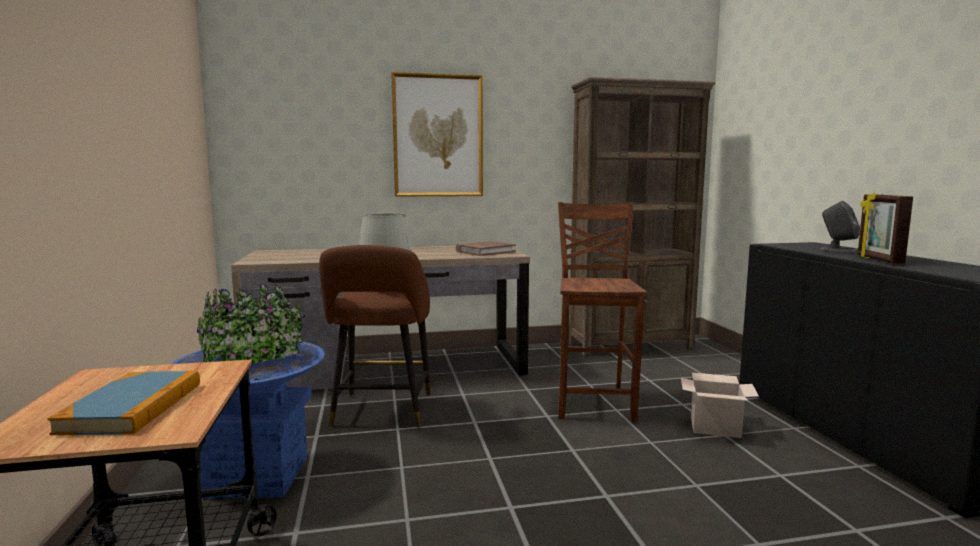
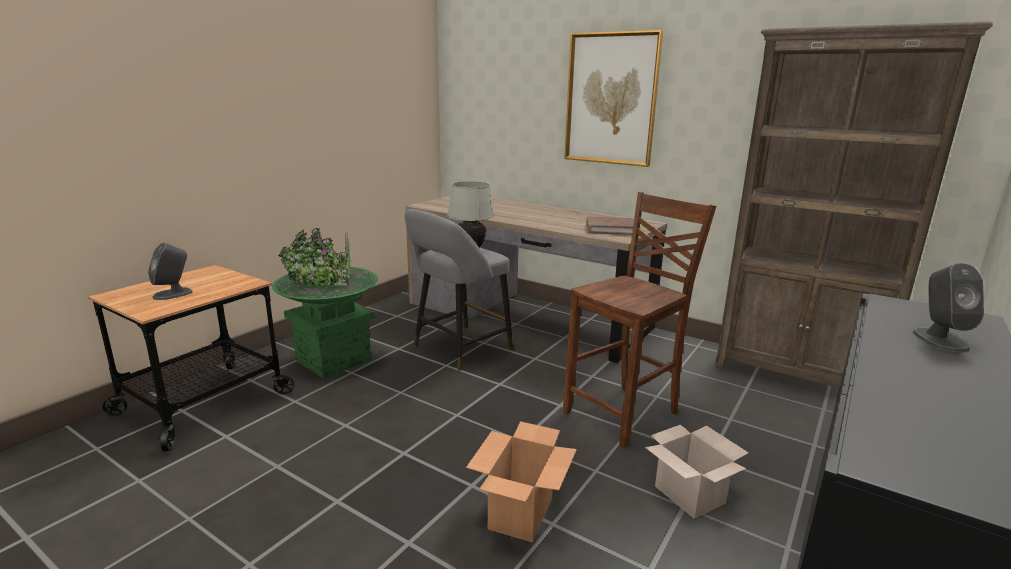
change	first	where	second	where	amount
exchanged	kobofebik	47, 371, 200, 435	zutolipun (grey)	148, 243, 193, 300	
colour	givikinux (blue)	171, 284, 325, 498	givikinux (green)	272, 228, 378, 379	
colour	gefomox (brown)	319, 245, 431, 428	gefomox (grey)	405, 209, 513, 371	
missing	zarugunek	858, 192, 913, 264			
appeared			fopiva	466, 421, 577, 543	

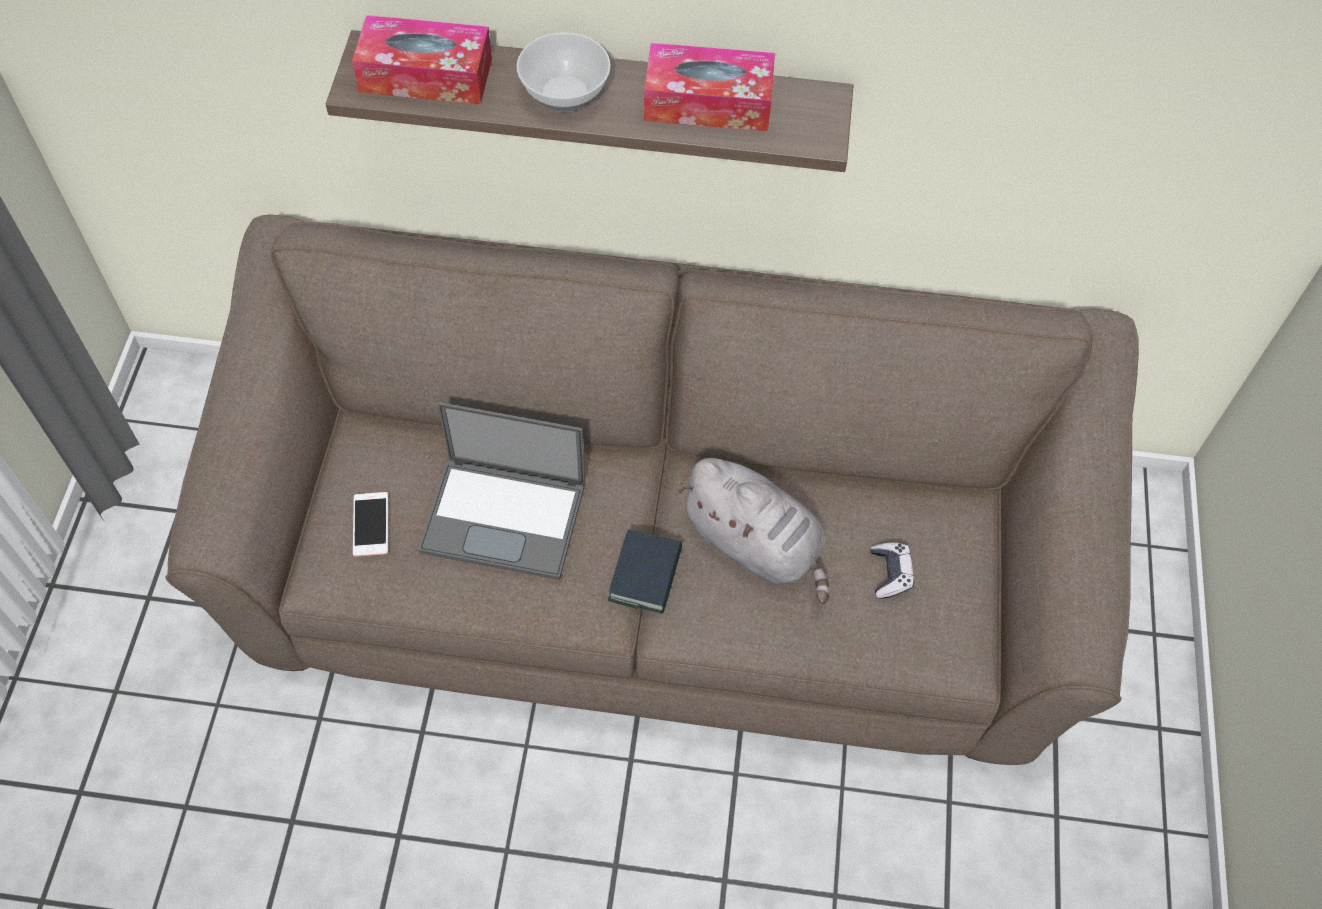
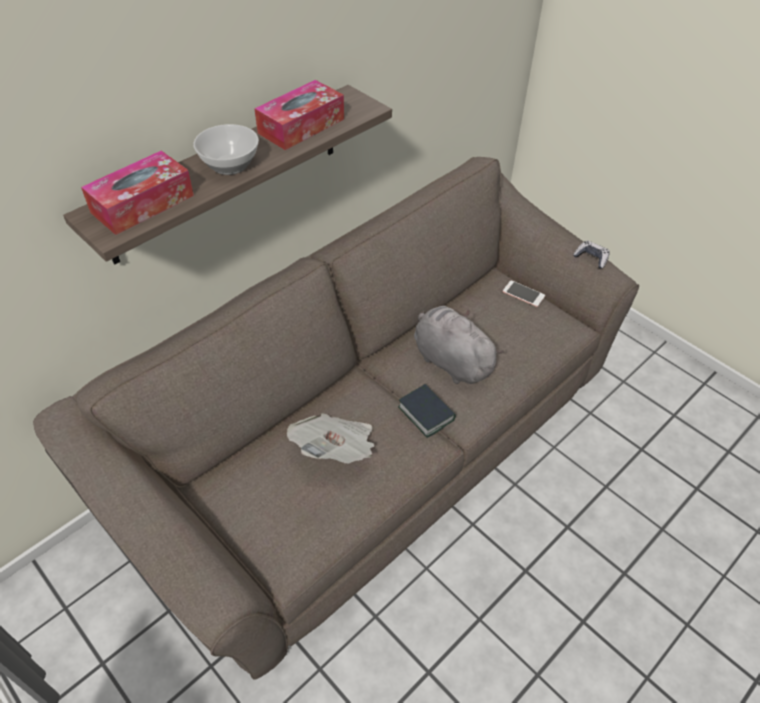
change	first	where	second	where	amount
relocated	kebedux	353, 492, 388, 557		503, 280, 545, 307	
exchanged	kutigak	418, 402, 585, 580	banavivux	287, 413, 375, 463	
spun	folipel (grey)	679, 458, 829, 604		414, 306, 504, 384	120 degrees counterclockwise
relocated	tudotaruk	870, 543, 914, 598		573, 241, 610, 269	

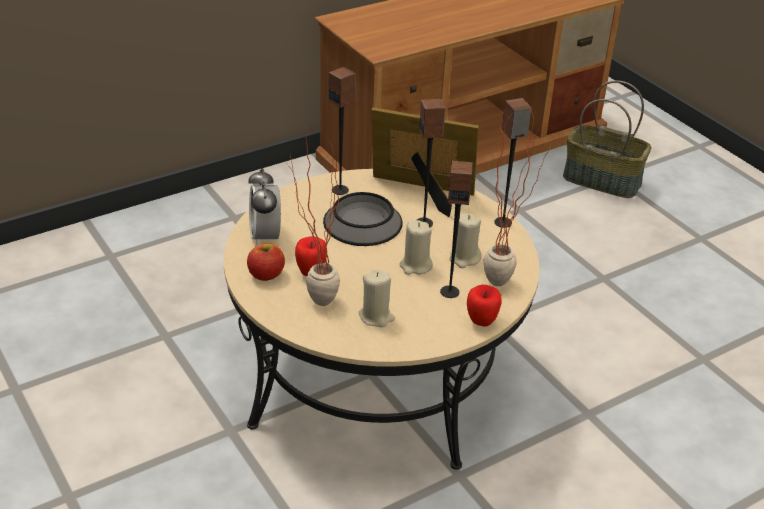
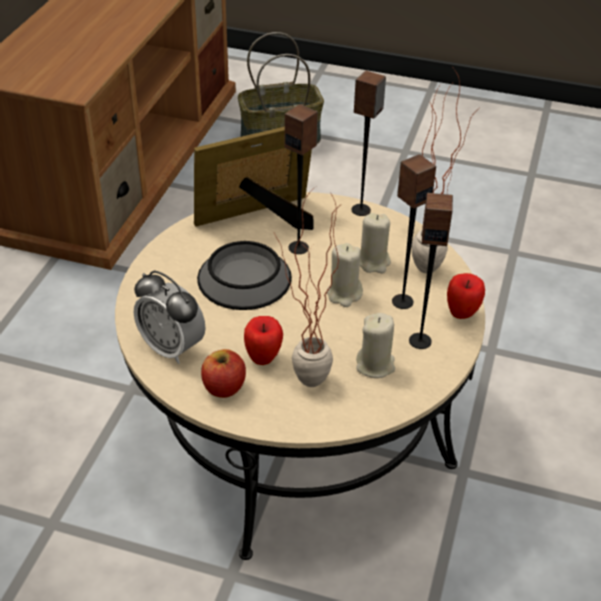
change	first	where	second	where	amount
relocated	zutolipun	329, 67, 356, 195		409, 193, 453, 349	

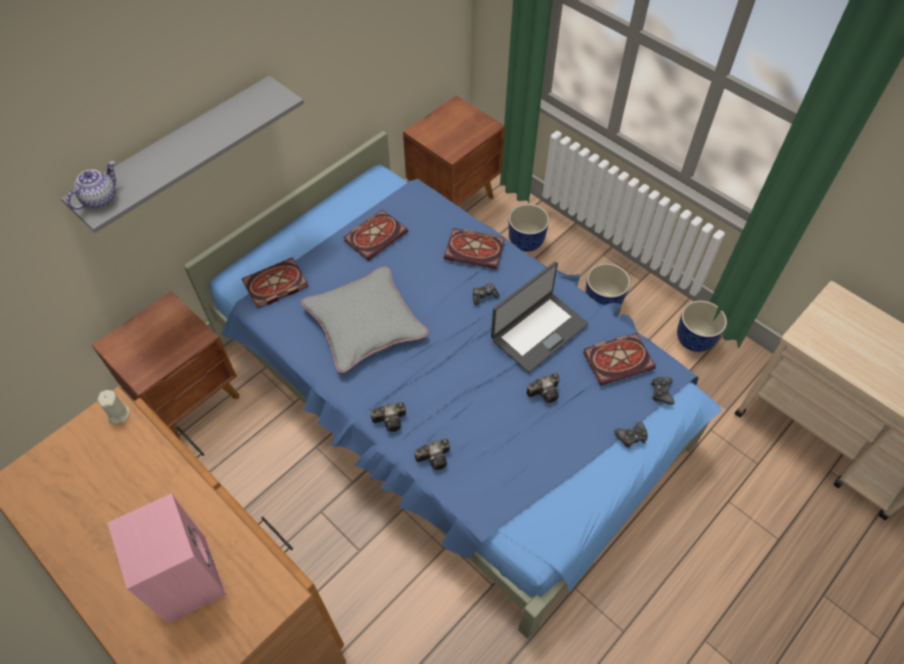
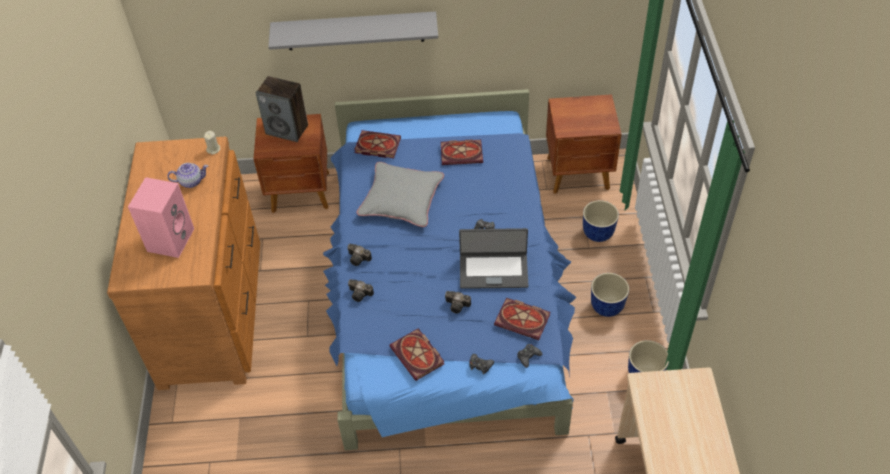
change	first	where	second	where	amount
relocated	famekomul	66, 161, 116, 210		167, 163, 208, 188	
relocated	kobofebik	444, 228, 505, 269		389, 328, 444, 381	
appeared			zutolipun	256, 76, 308, 142	

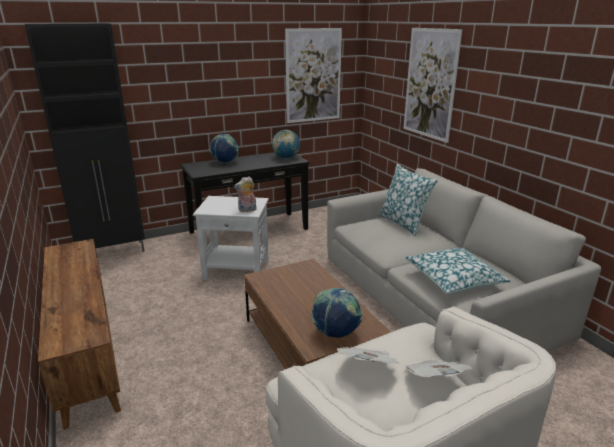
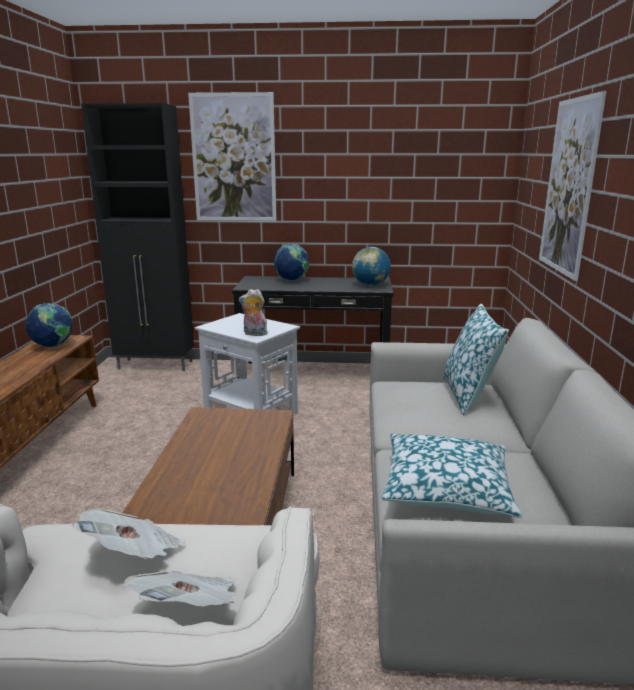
change	first	where	second	where	amount
relocated	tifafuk	285, 28, 342, 123		188, 92, 277, 221	
relocated	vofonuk	312, 288, 363, 338		25, 303, 73, 348	

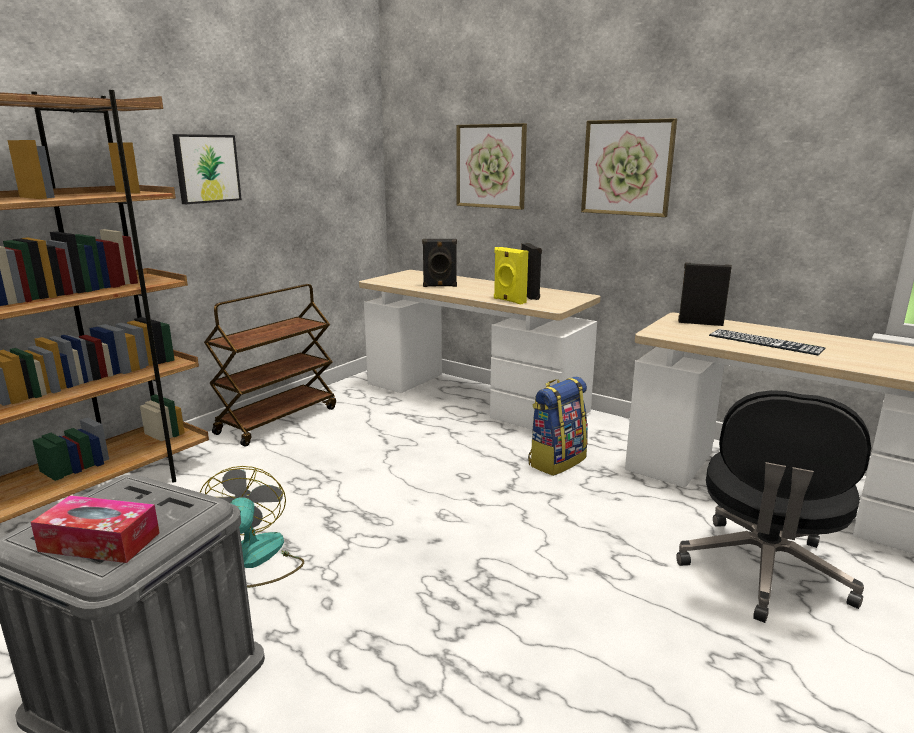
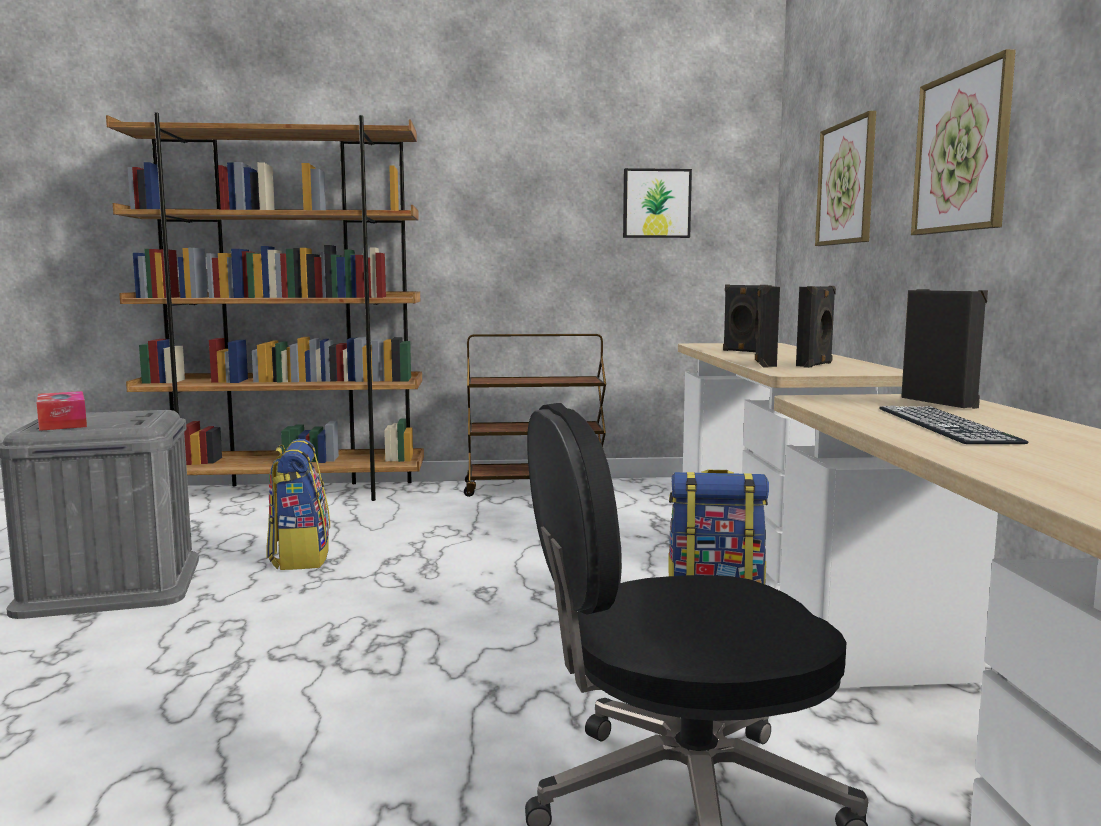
change	first	where	second	where	amount
relocated	tifafuk	173, 134, 242, 204		623, 168, 692, 238	
exchanged	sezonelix	200, 466, 304, 588	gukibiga	266, 439, 330, 570	
colour	zutolipun (yellow)	494, 247, 528, 305	zutolipun (black)	755, 286, 780, 367	

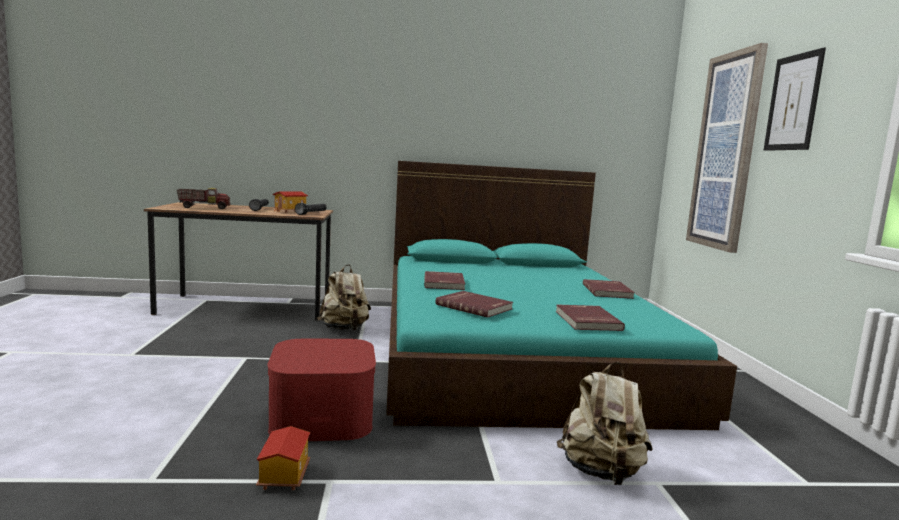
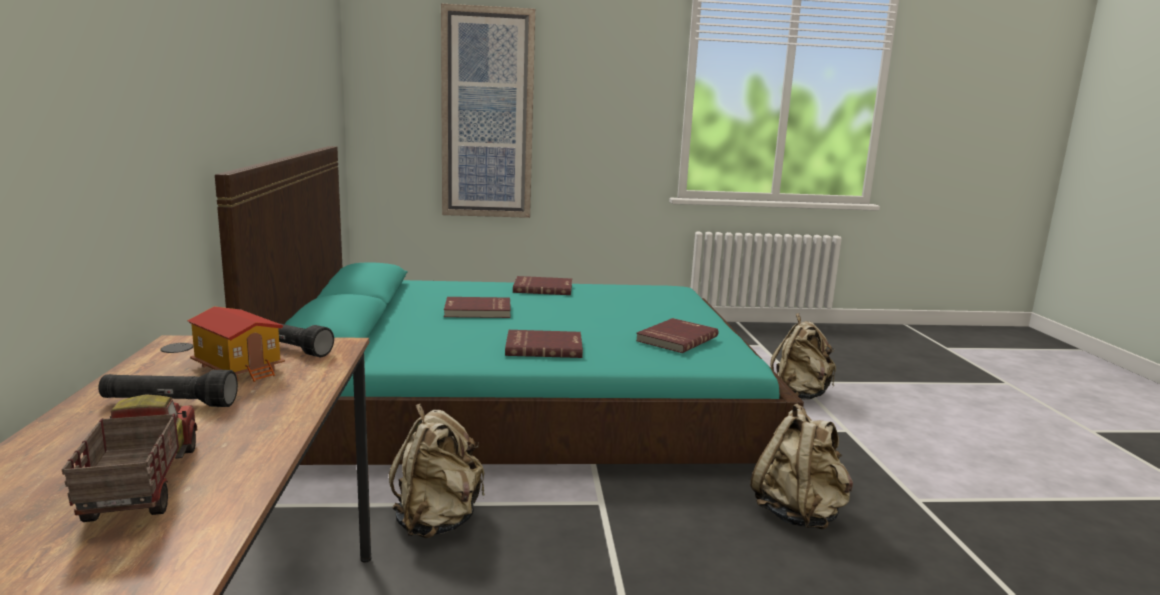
change	first	where	second	where	amount
missing	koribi	256, 426, 310, 490			
exchanged	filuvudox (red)	267, 339, 376, 441	gukibiga (beige)	750, 403, 853, 529	
relocated	kobofebik (red)	556, 304, 625, 331		444, 297, 511, 318	
missing	tifafuk	764, 47, 826, 151			

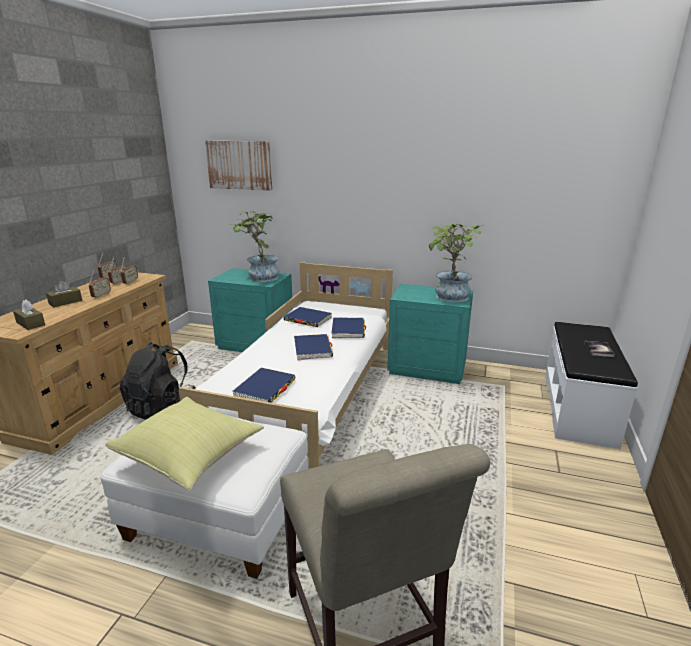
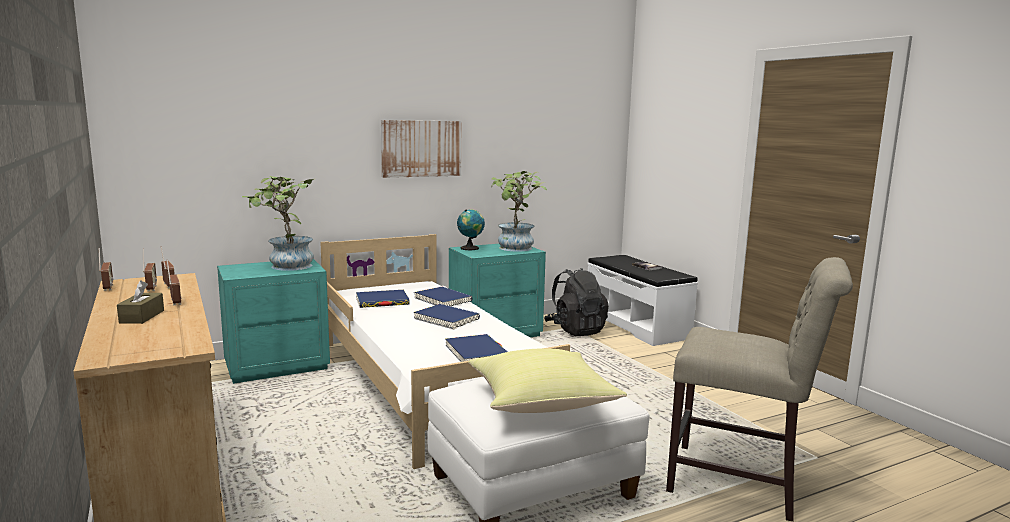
change	first	where	second	where	amount
missing	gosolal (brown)	13, 299, 45, 330			
relocated	gukibiga (black)	120, 342, 196, 419		544, 268, 609, 336	
relocated	tifafuk	205, 141, 272, 191		381, 120, 461, 178	
appeared			vofonuk	457, 209, 485, 250	

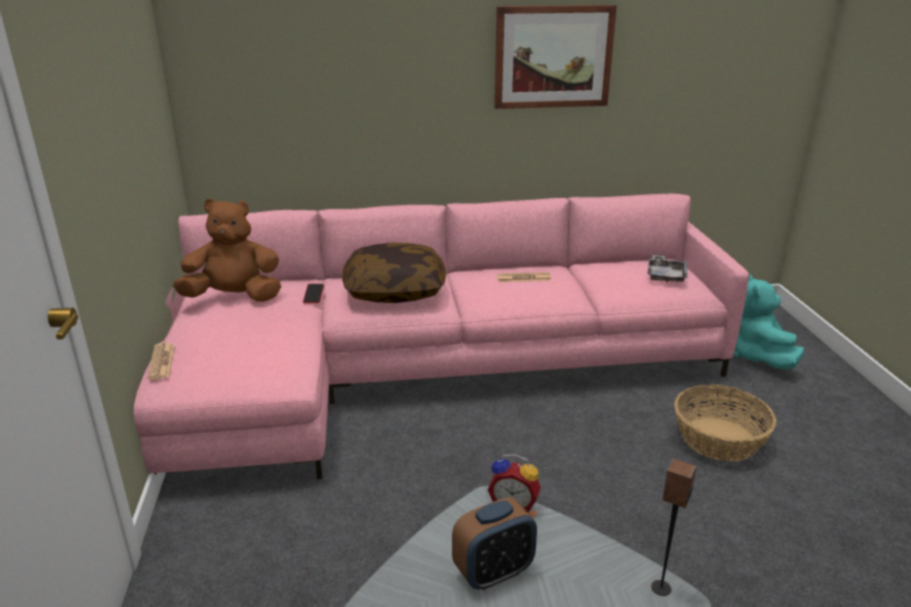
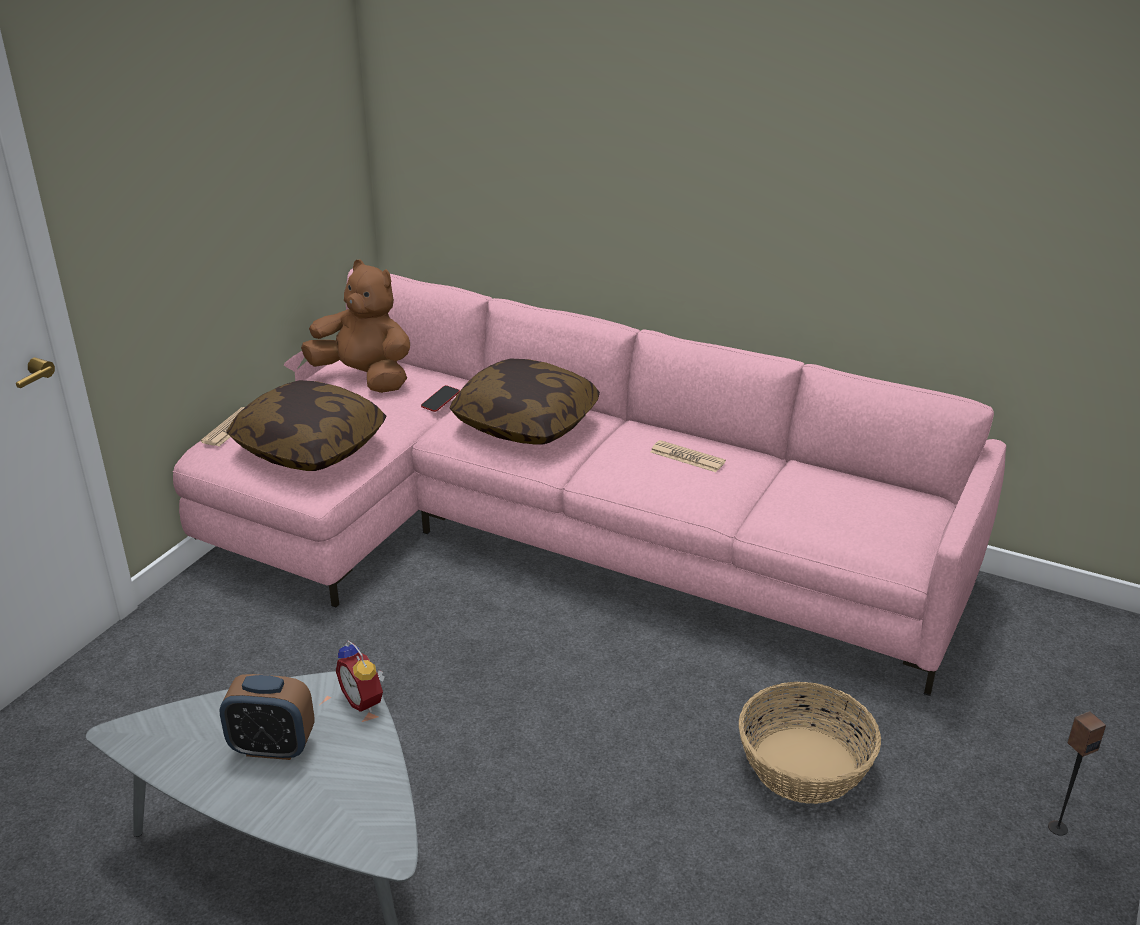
change	first	where	second	where	amount
missing	tifafuk	494, 5, 617, 109			
missing	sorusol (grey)	647, 255, 688, 283			
relocated	zutolipun	651, 459, 696, 596		1048, 711, 1106, 836	
missing	folipel (turquoise)	733, 274, 804, 370			
appeared			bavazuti	226, 380, 387, 471	

